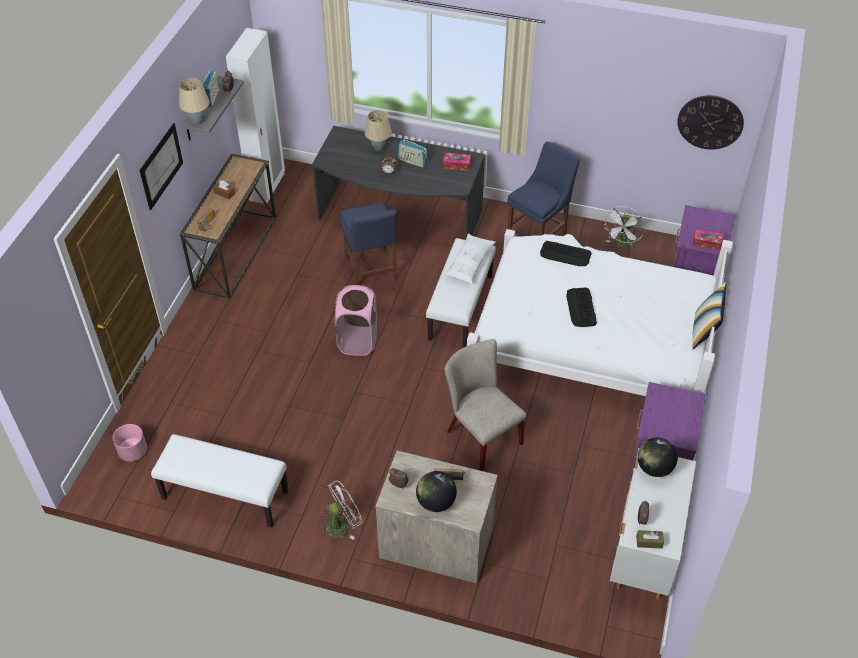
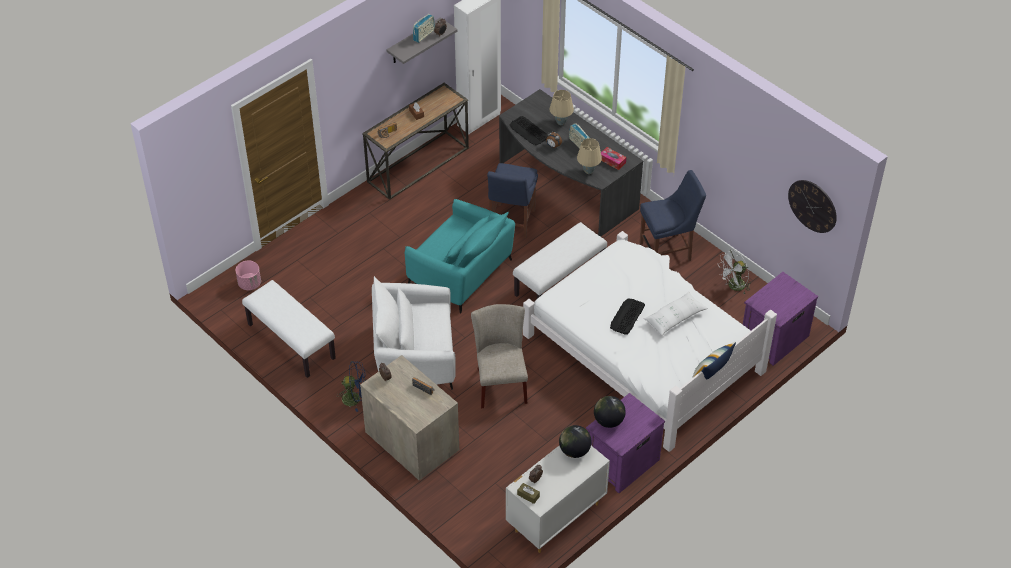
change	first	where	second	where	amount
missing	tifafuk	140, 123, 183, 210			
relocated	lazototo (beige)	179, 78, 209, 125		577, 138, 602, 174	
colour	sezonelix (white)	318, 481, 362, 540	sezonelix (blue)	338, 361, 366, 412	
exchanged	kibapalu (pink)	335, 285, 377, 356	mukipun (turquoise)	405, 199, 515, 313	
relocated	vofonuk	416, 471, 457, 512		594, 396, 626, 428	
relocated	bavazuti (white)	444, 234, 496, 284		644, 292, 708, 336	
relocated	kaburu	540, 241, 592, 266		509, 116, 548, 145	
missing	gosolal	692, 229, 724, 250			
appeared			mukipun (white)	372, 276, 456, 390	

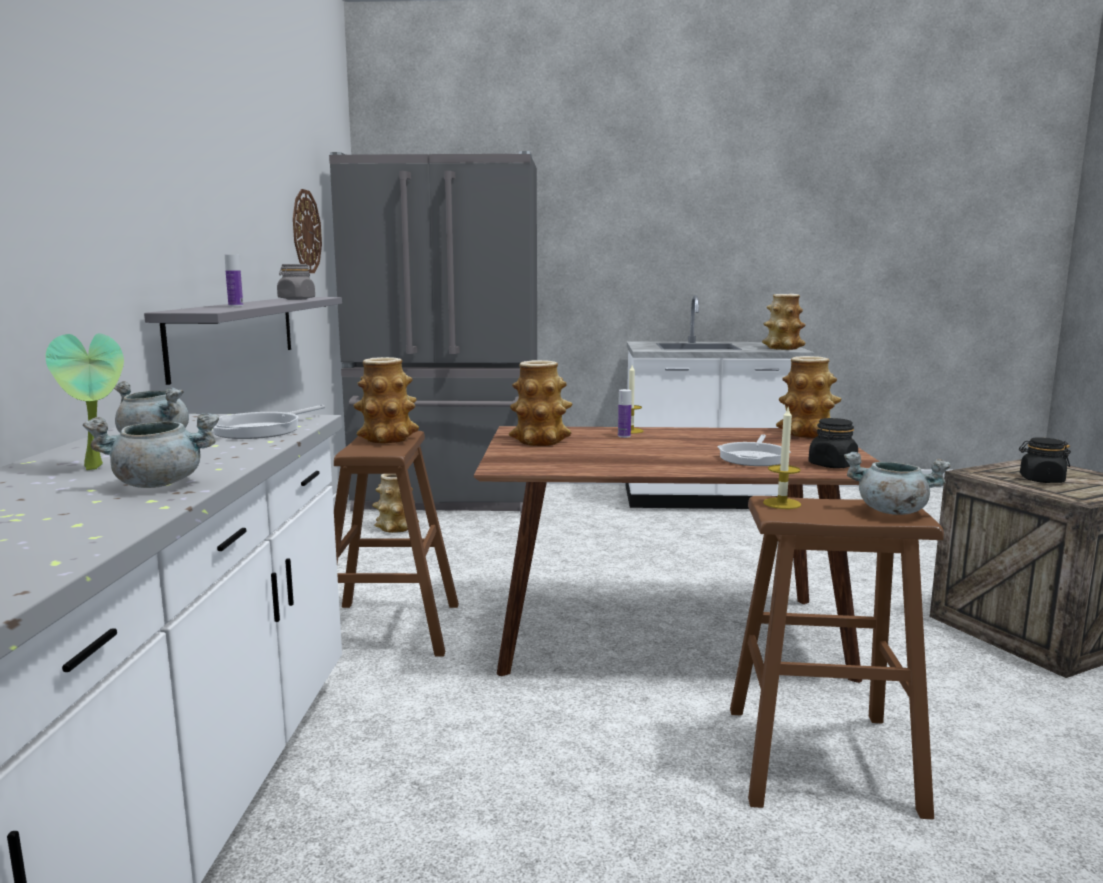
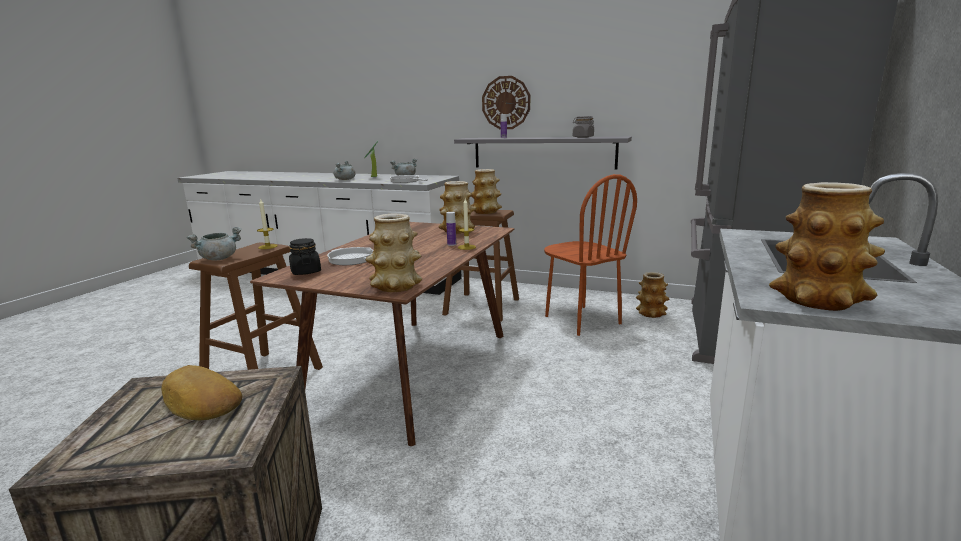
change	first	where	second	where	amount
relocated	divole	293, 189, 322, 273		482, 76, 530, 129	
exchanged	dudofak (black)	1019, 437, 1071, 483	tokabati	161, 365, 242, 420	
appeared			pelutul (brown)	544, 174, 637, 336	

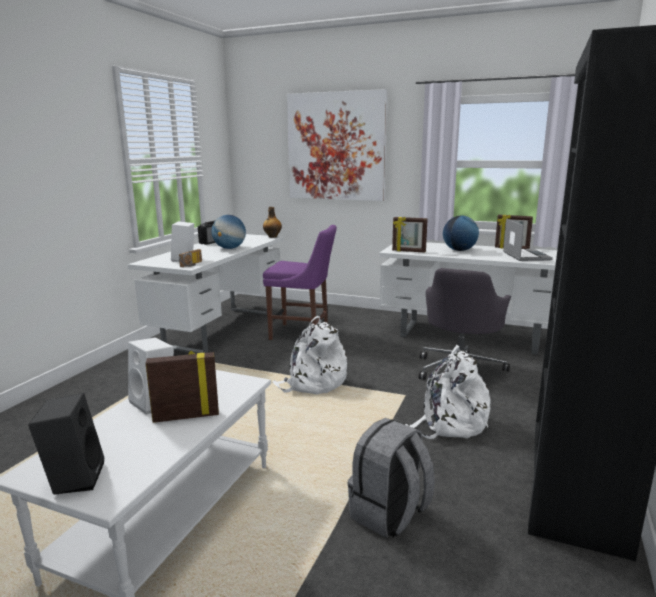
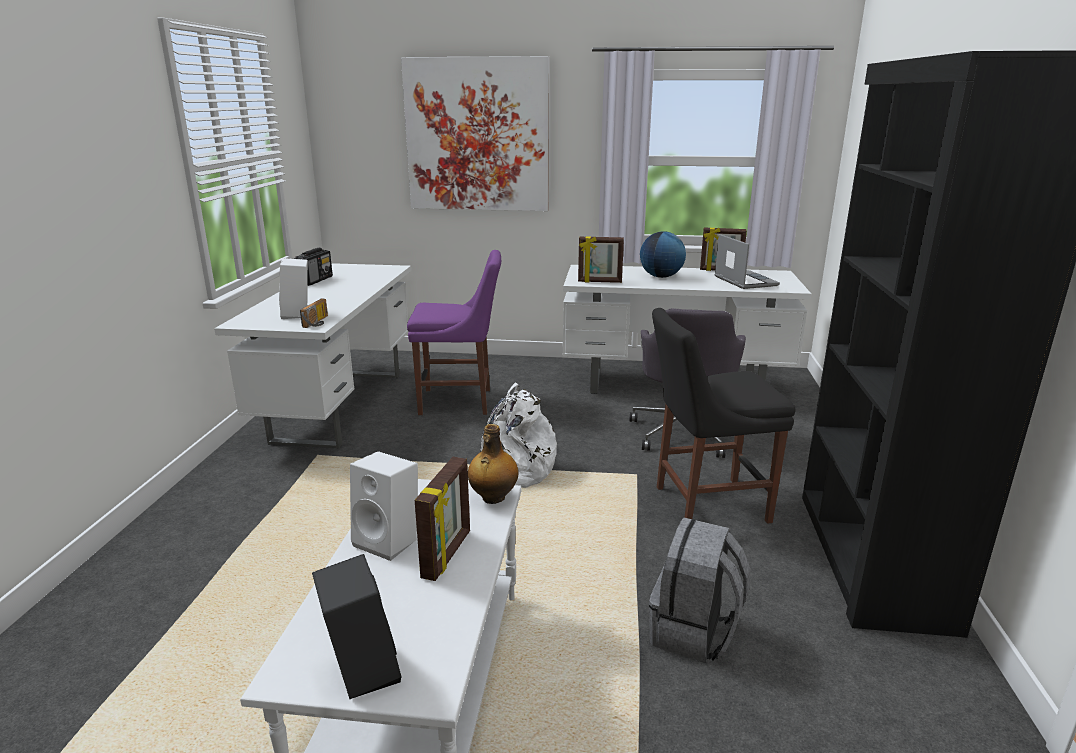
change	first	where	second	where	amount
spun	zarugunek	145, 351, 219, 423		415, 457, 470, 581	135 degrees clockwise
missing	vofonuk	212, 215, 246, 249			
relocated	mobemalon	263, 207, 282, 238		468, 424, 519, 504	
exchanged	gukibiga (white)	405, 345, 491, 439	pelutul (black)	652, 308, 795, 524	

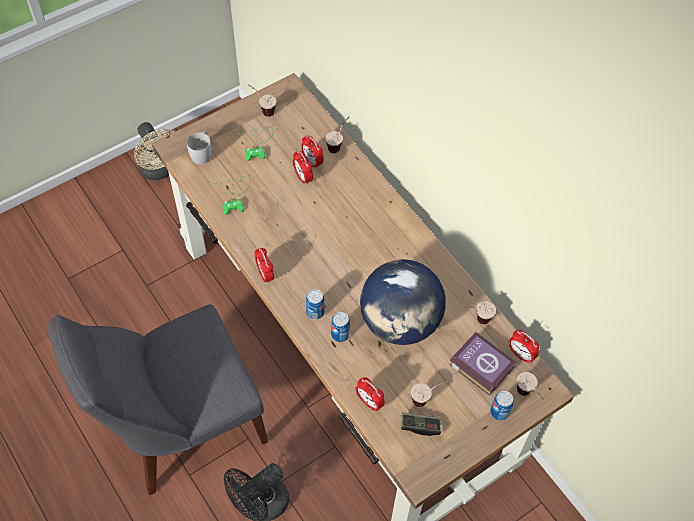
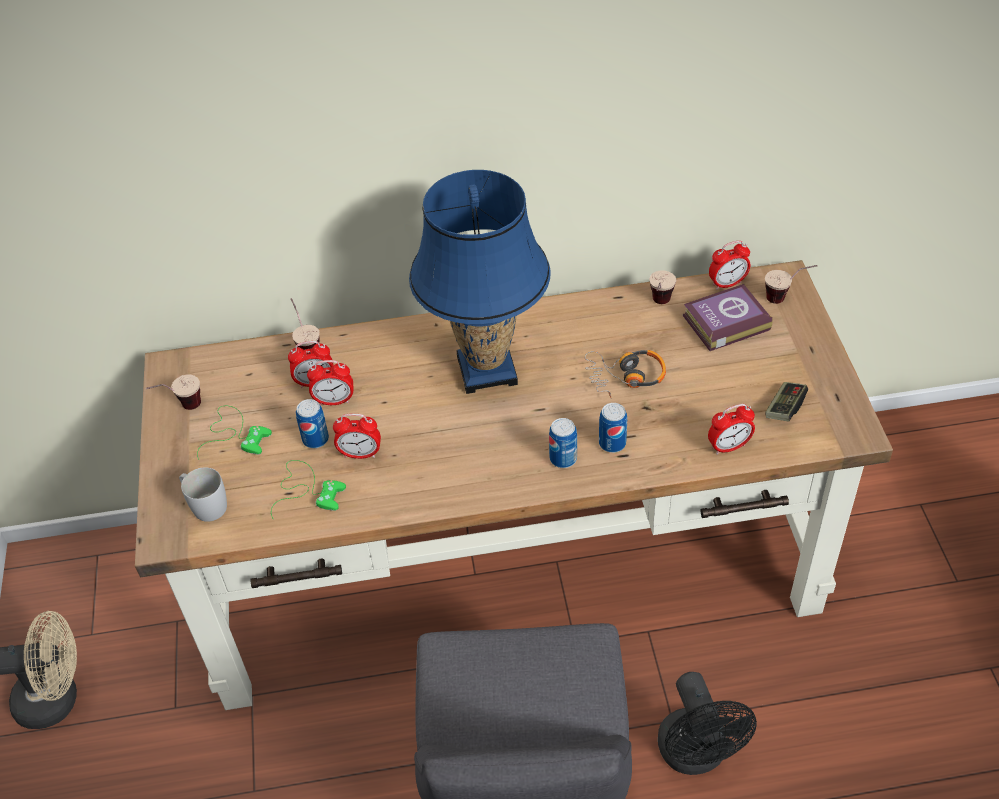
change	first	where	second	where	amount
relocated	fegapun	255, 248, 274, 284		333, 414, 381, 459	
exchanged	vofonuk	360, 259, 446, 345	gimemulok	585, 350, 666, 399	
missing	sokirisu	411, 381, 449, 407			
relocated	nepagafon	490, 391, 514, 421		296, 399, 329, 448	
appeared			lazototo (blue)	409, 170, 551, 394	

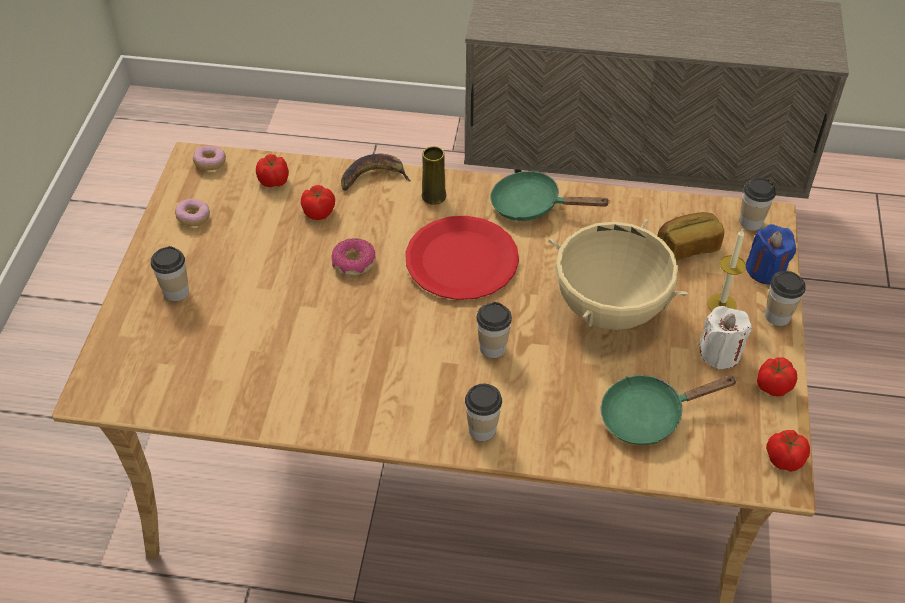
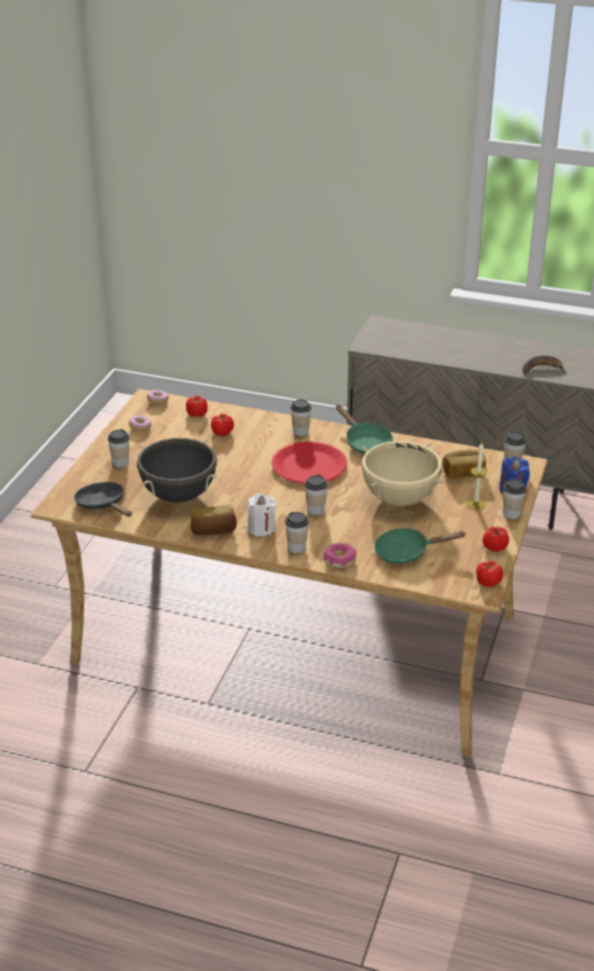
change	first	where	second	where	amount
relocated	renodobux	332, 238, 376, 275		324, 543, 356, 568	
relocated	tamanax	341, 154, 411, 190		522, 355, 566, 373	
exchanged	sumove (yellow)	422, 146, 446, 205	sokirisu	291, 399, 311, 436	
spun	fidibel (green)	490, 171, 609, 221		336, 405, 393, 454	150 degrees counterclockwise
relocated	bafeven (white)	699, 306, 752, 369		247, 493, 276, 537	
appeared			fidibel (black)	74, 482, 132, 517	
appeared			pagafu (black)	137, 438, 217, 502	
appeared			tokabati	191, 505, 237, 535	

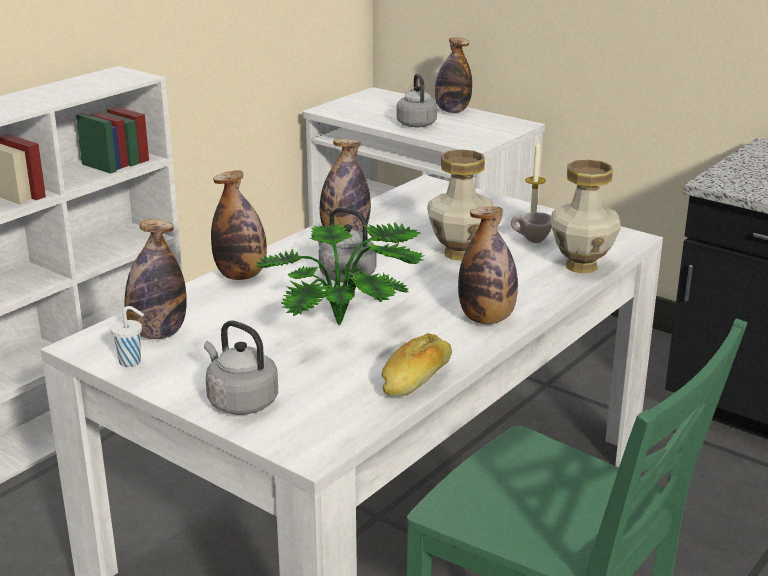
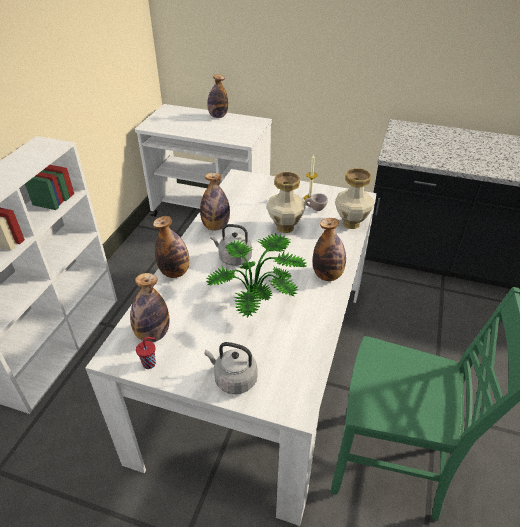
change	first	where	second	where	amount
colour	sokirisu (white)	111, 306, 144, 367	sokirisu (red)	136, 337, 156, 369	
missing	tokabati	382, 333, 452, 396			
missing	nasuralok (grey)	397, 74, 437, 127			

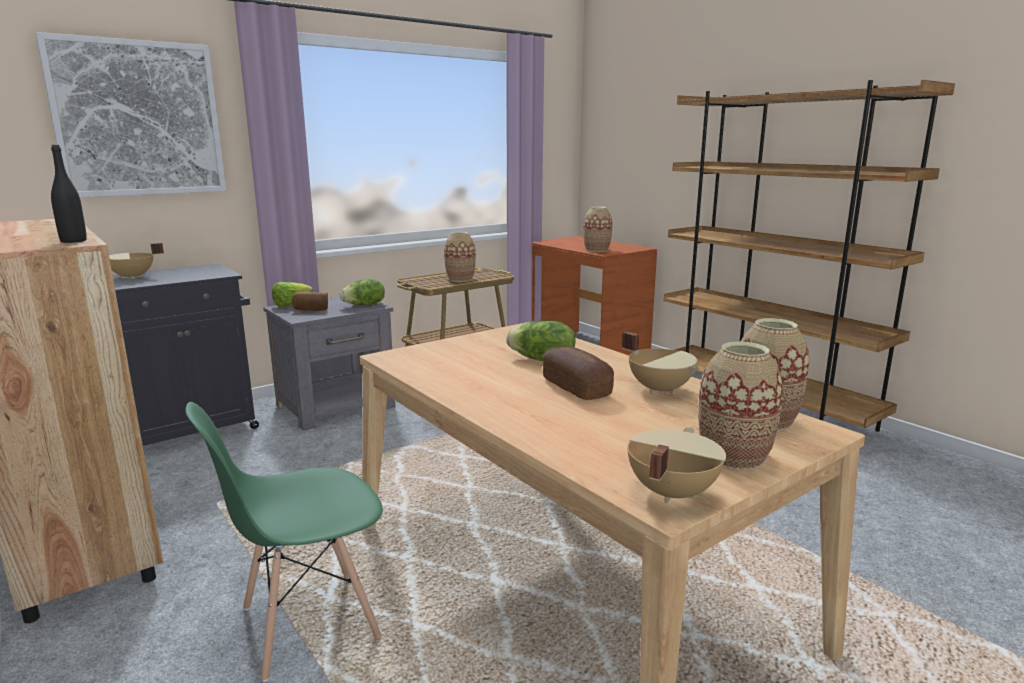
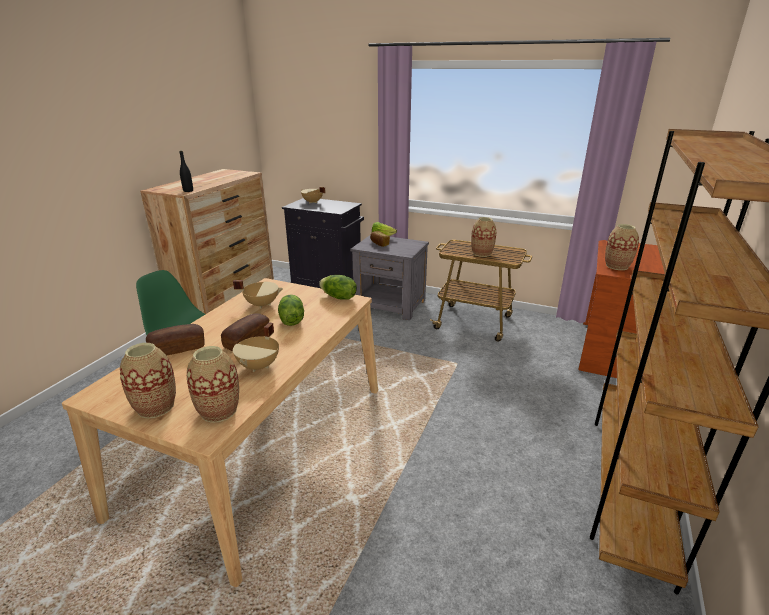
change	first	where	second	where	amount
missing	tifafuk	36, 32, 226, 197			
relocated	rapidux	340, 279, 385, 305		319, 275, 357, 300	
relocated	pagafu (beige)	627, 427, 726, 503		233, 280, 283, 309	
appeared			tokabati	146, 324, 205, 356	

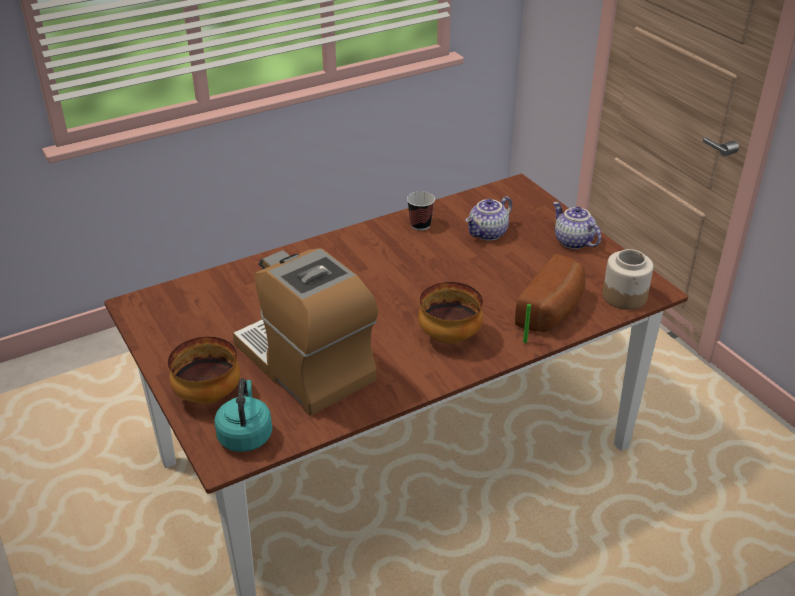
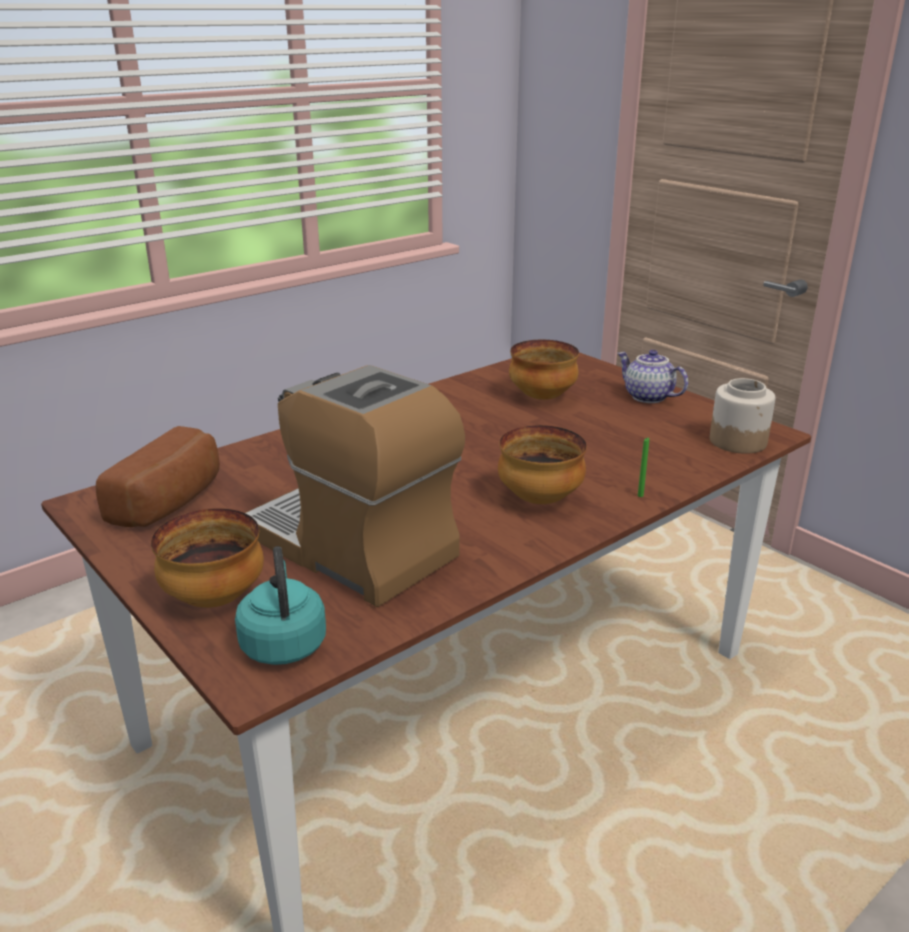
change	first	where	second	where	amount
missing	sokirisu	407, 191, 435, 231			
exchanged	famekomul	465, 196, 512, 241	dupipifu	509, 340, 579, 400	
relocated	tokabati	515, 254, 586, 332		96, 426, 220, 527	

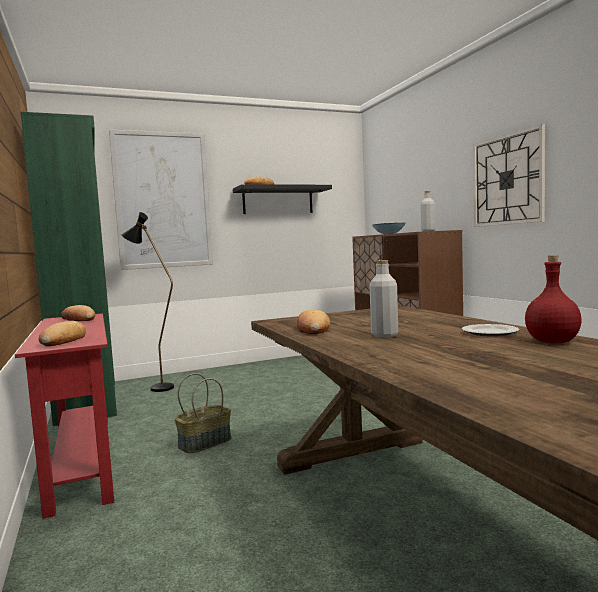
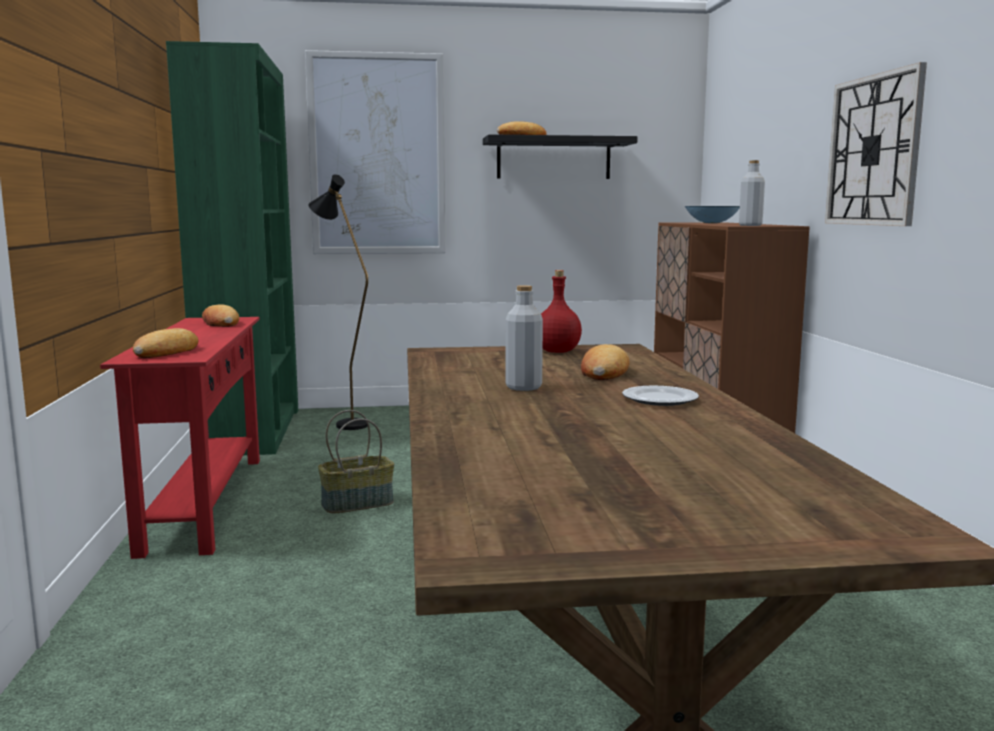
change	first	where	second	where	amount
relocated	tokabati	297, 309, 330, 334		581, 344, 630, 380	
relocated	mobemalon (red)	525, 255, 582, 343		541, 270, 582, 353	

